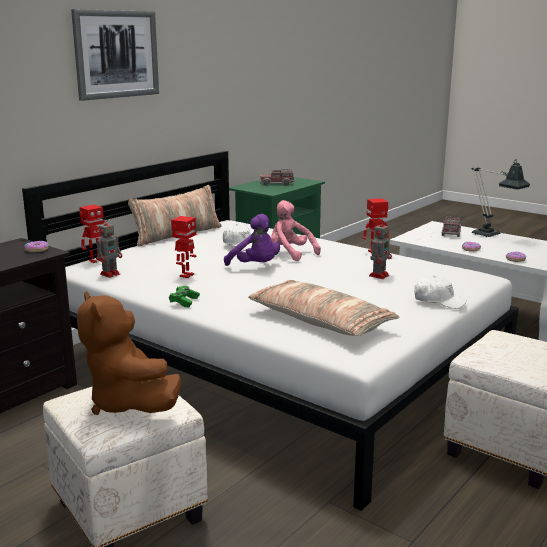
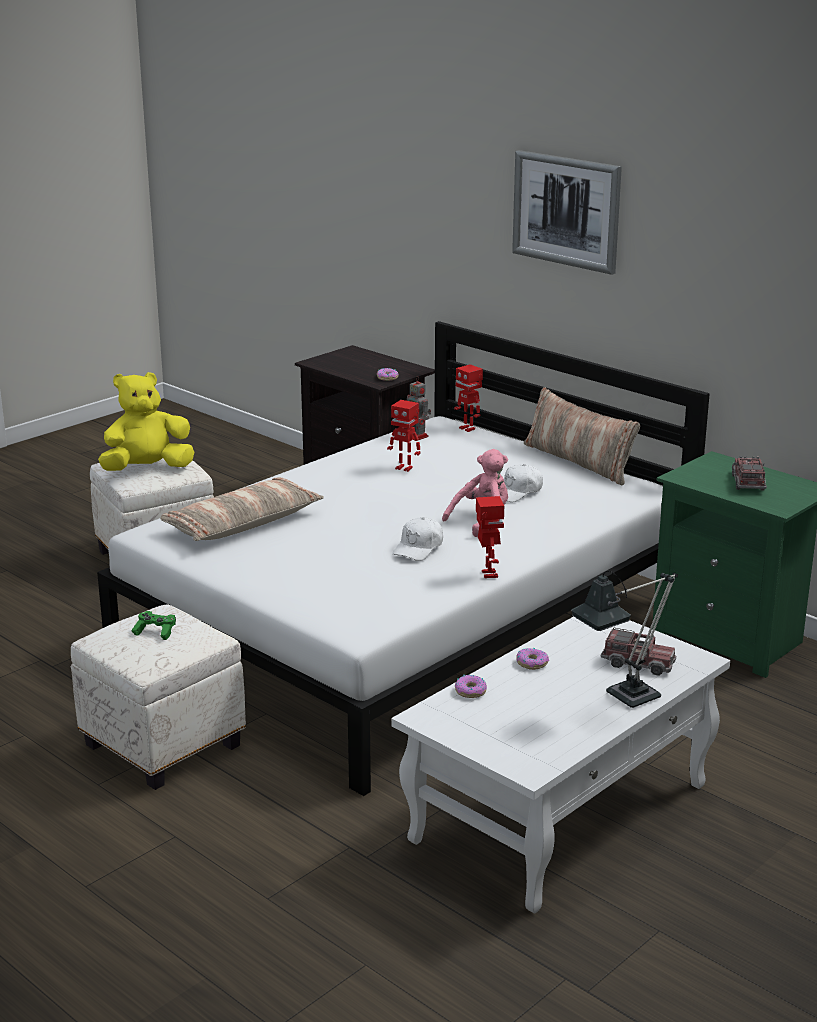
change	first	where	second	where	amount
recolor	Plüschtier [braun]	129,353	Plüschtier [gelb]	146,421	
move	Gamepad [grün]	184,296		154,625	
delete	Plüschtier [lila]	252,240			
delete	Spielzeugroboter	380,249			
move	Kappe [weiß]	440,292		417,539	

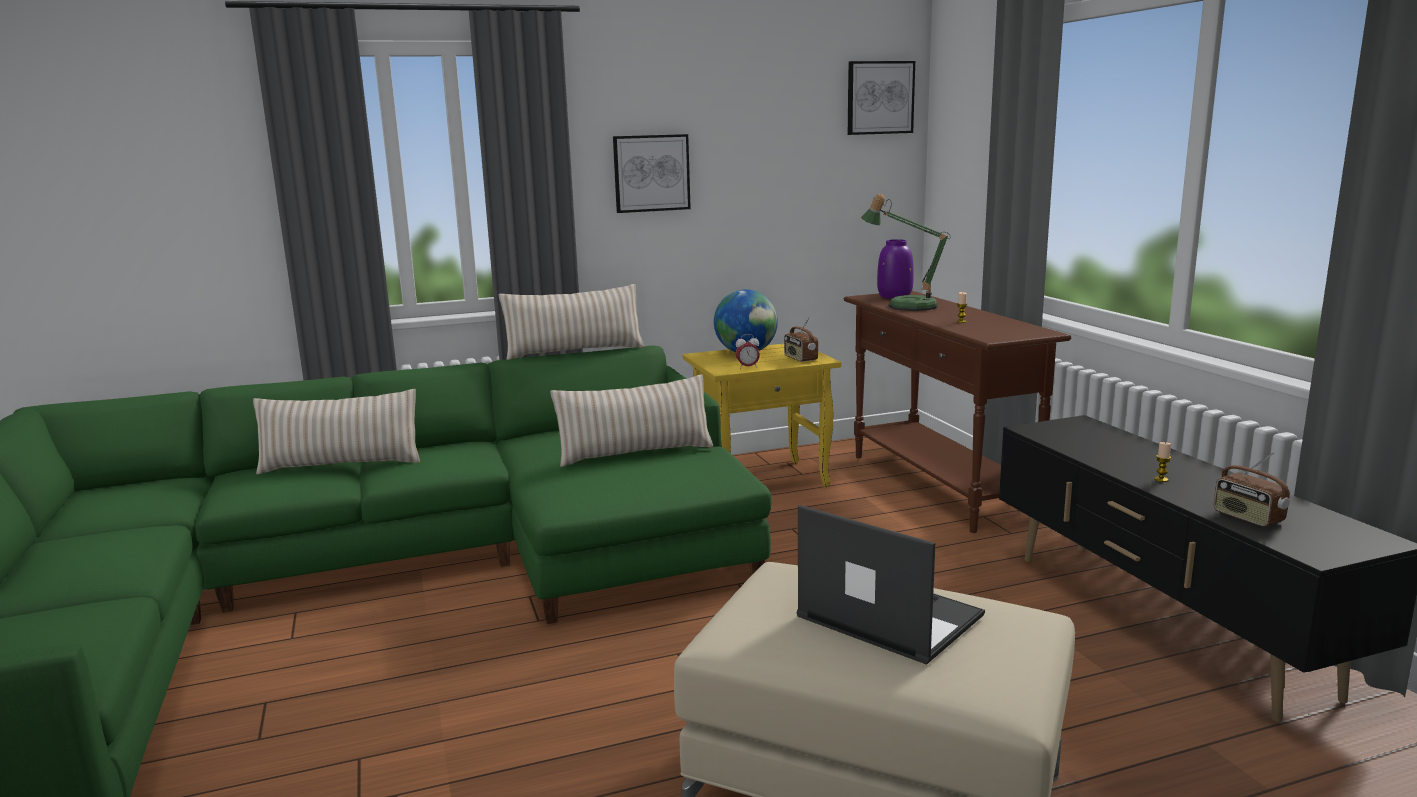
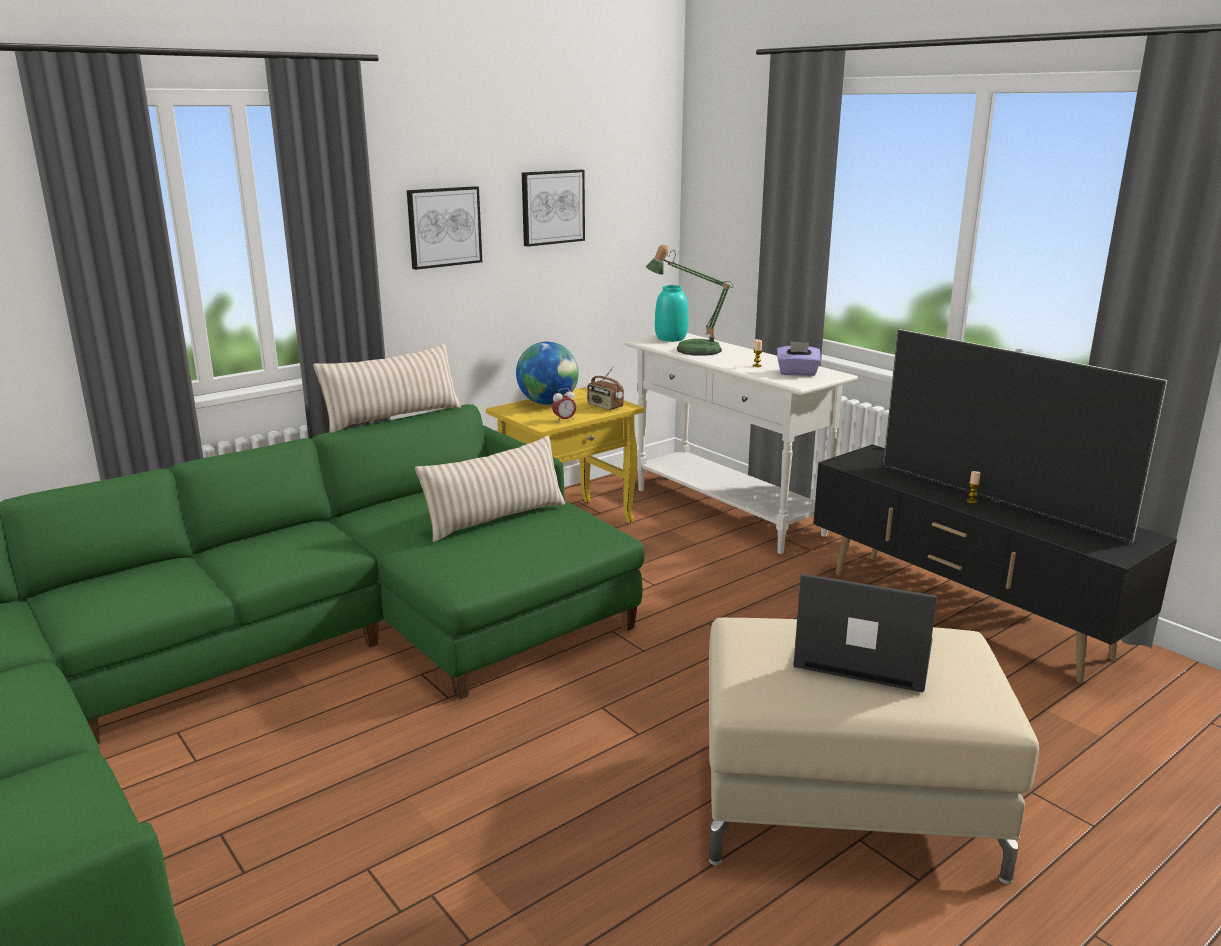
change	first	where	second	where	amount
delete	Kissen [beige]	336,431			
recolor	Konsolentisch [braun]	957,412	Konsolentisch [weiß]	741,443	
move	Bild	881,98		553,208	
recolor	Vase [lila]	895,269	Vase [türkis]	671,313	
delete	Radio	1252,489			
insert			Taschentuchbox [lila]	799,358	
insert			Fernseher	1025,435	

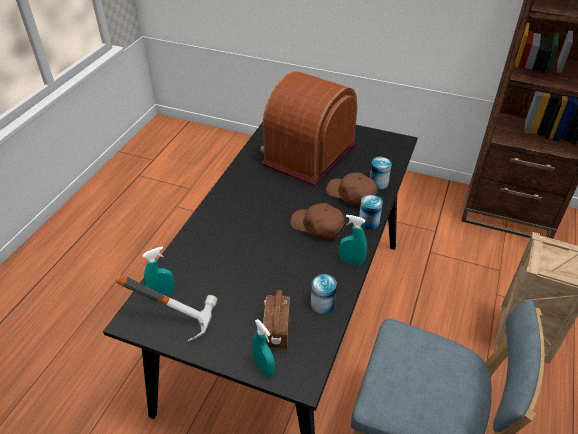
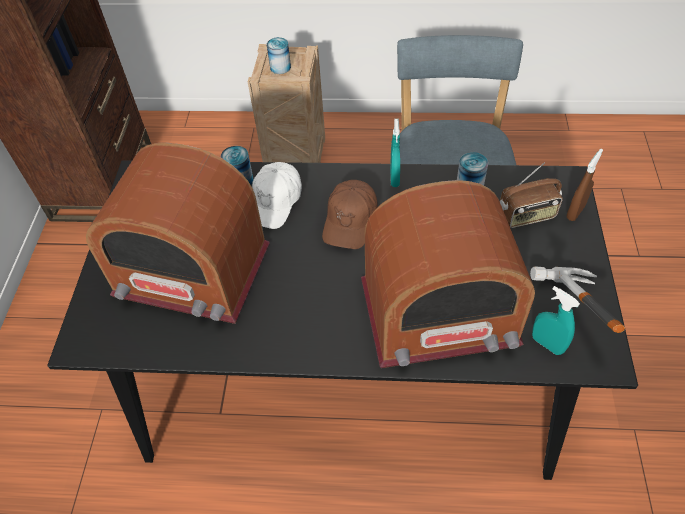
change	first	where	second	where	amount
recolor	Sprühflasche [türkis]	264,348	Sprühflasche [braun]	584,185	
recolor	Kappe [braun]	352,190	Kappe [weiß]	277,195	
move	Dose	371,211		279,55	
insert			Radio	448,274	

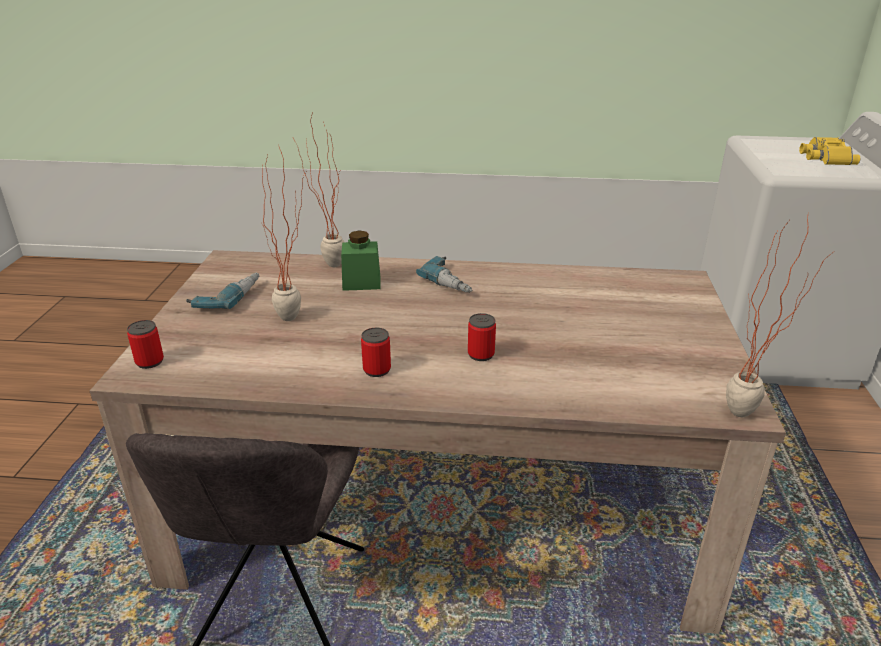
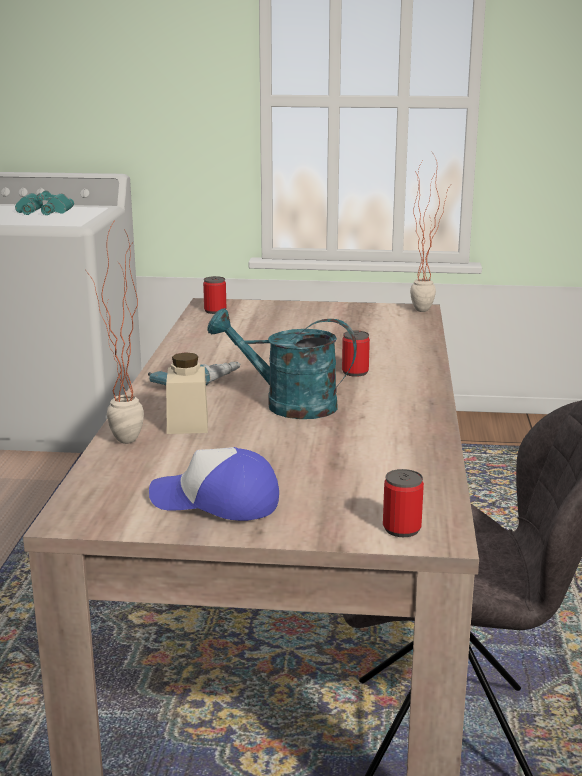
change	first	where	second	where	amount
replace	Bohrmaschine	222,291	Kappe	214,484	
delete	Topfpflanze	284,232			
recolor	Vorratsglas [grün]	361,261	Vorratsglas [beige]	187,393	
move	Dose	376,352		214,295	
recolor	Fernglas [gelb]	829,151	Fernglas [türkis]	44,202	
insert			Gießkanne [türkis]	282,363	

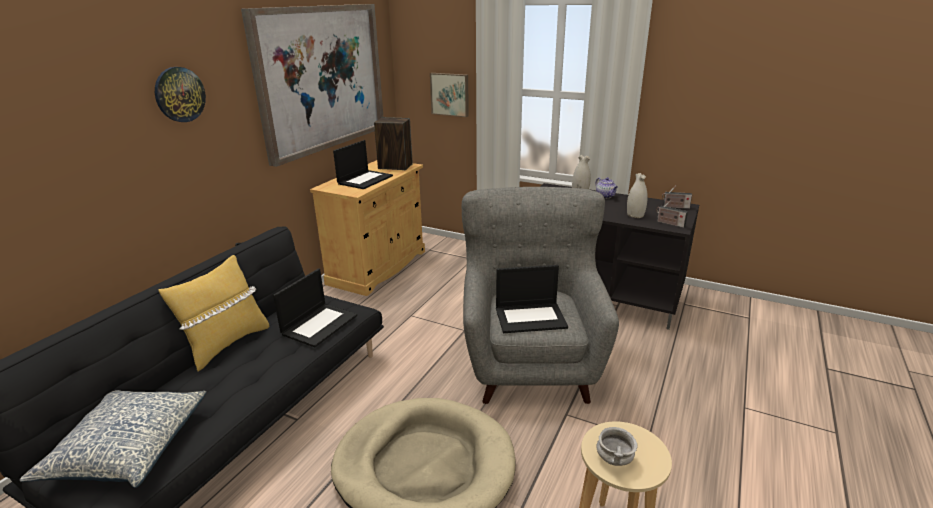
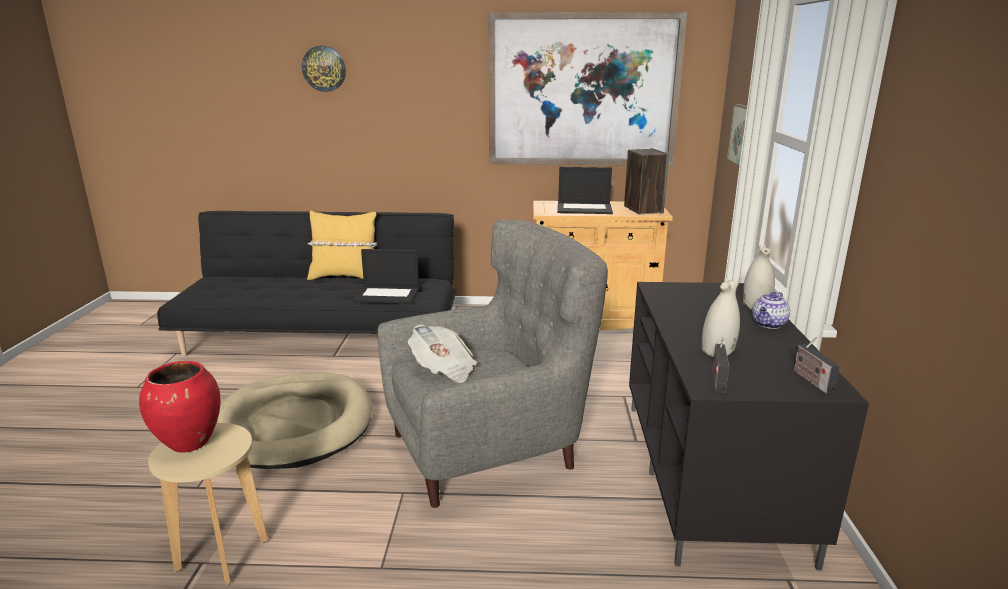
change	first	where	second	where	amount
delete	Kissen	113,439			
move	Wanduhr	180,94		324,69	
replace	Laptop	532,299	Zeitung	442,353	
replace	Schüssel [grau]	617,446	Vase [rot]	180,406	

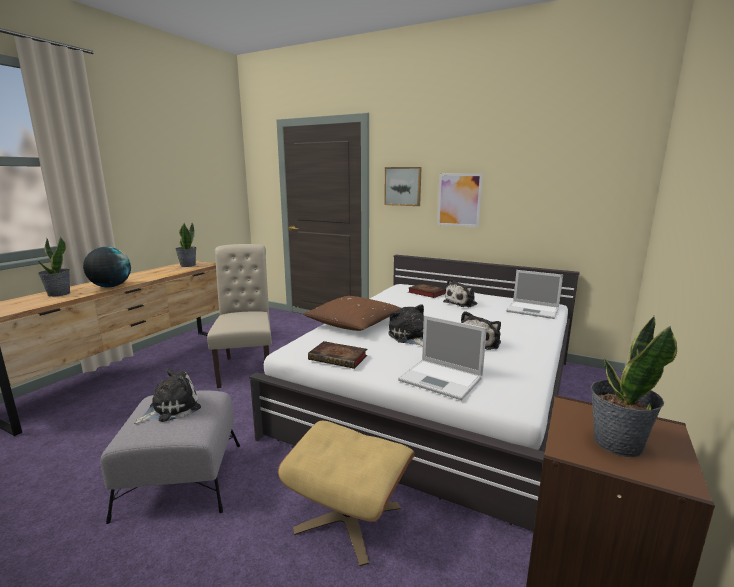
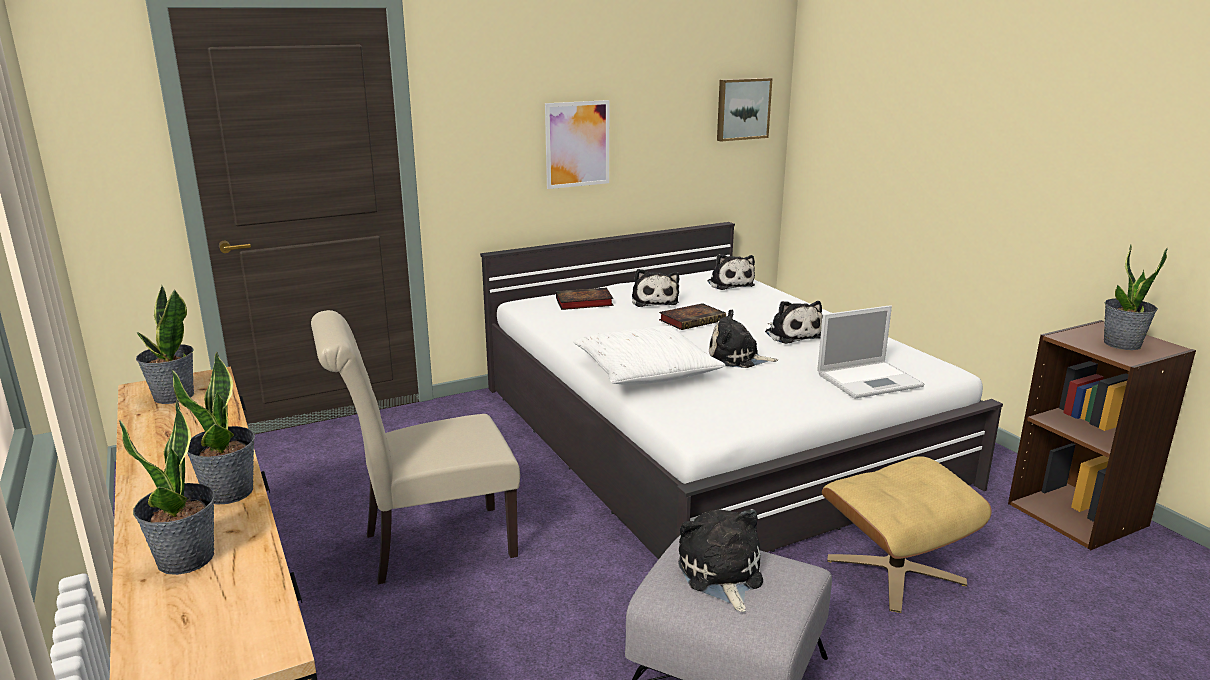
change	first	where	second	where	amount
replace	Globus	107,267	Topfpflanze	213,428	
rotate	Stuhl [beige]	239,316		415,447	45 degrees counterclockwise
recolor	Kissen [braun]	351,313	Kissen [weiß]	649,355	
move	Buch	338,355		692,316	
move	Bild	403,186		744,109	
replace	Laptop	534,294	Plüschtier	731,272	

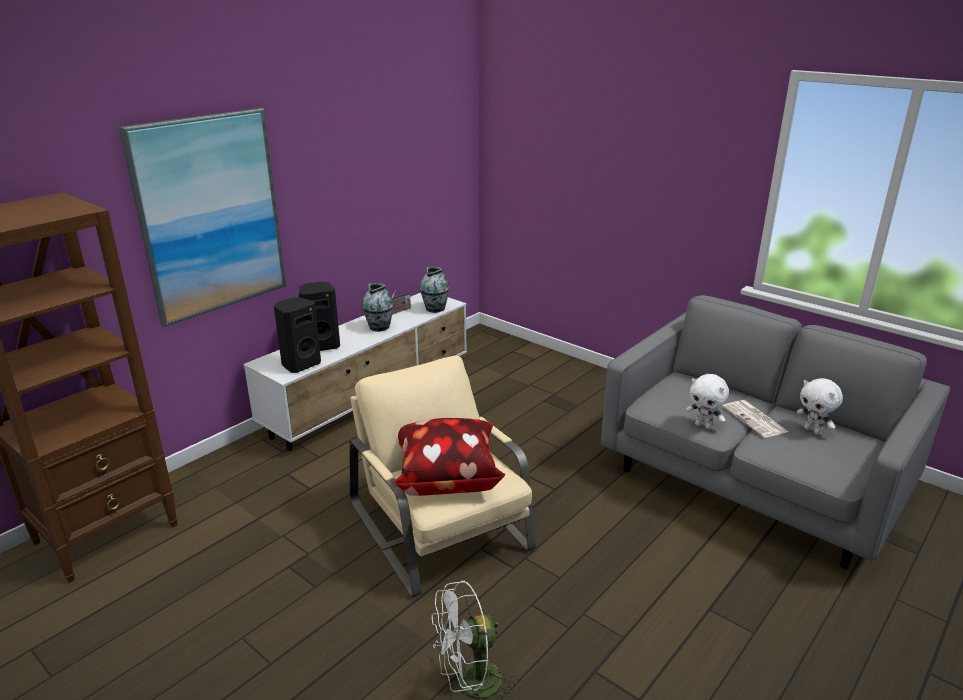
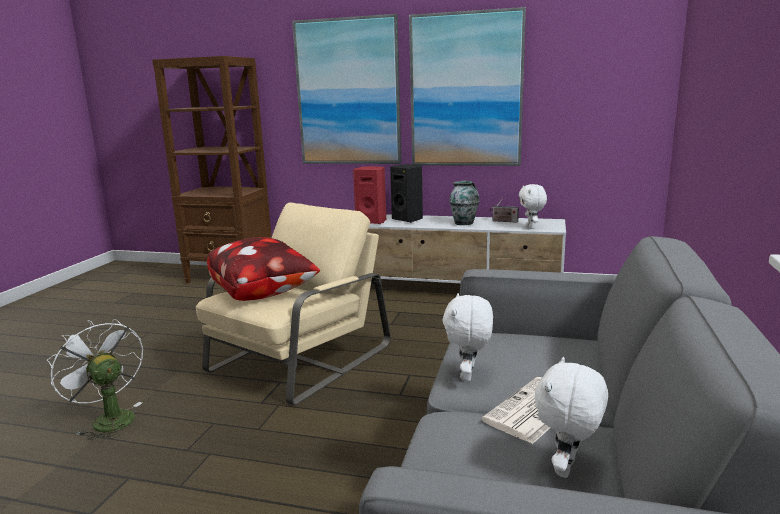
change	first	where	second	where	amount
recolor	Lautsprecher [schwarz]	297,335	Lautsprecher [rot]	369,195	
replace	Vase	435,290	Plüschtier [weiß]	533,206	
insert			Bild	467,86	

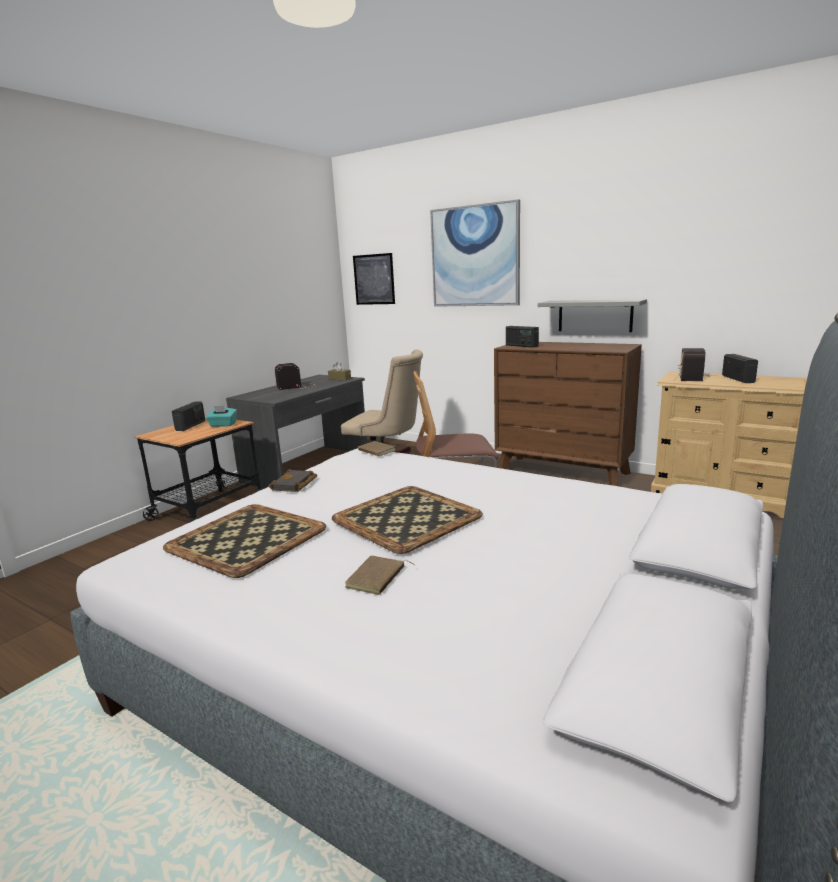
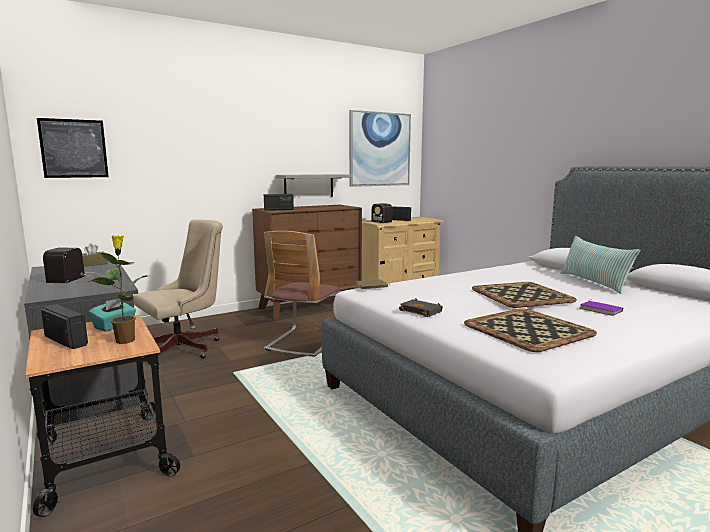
change	first	where	second	where	amount
recolor	Buch [braun]	380,575	Buch [lila]	601,308	
move	Bild	475,253		380,148	
insert			Topfpflanze	119,290	
insert			Kissen	600,265	

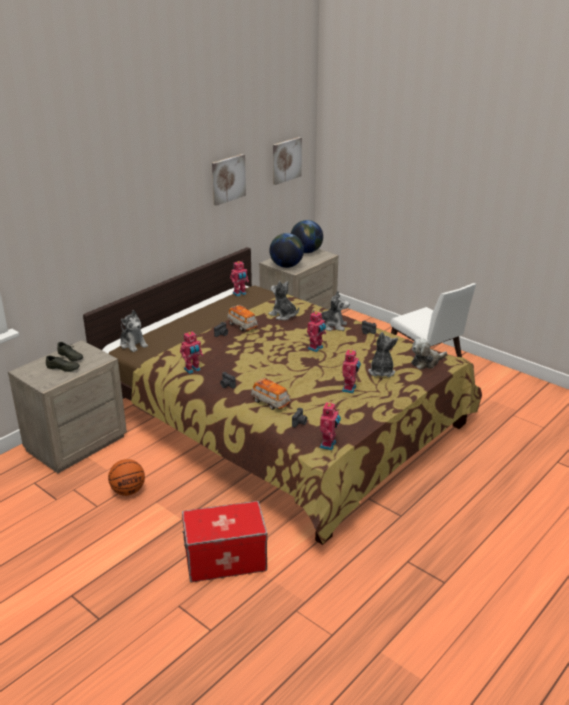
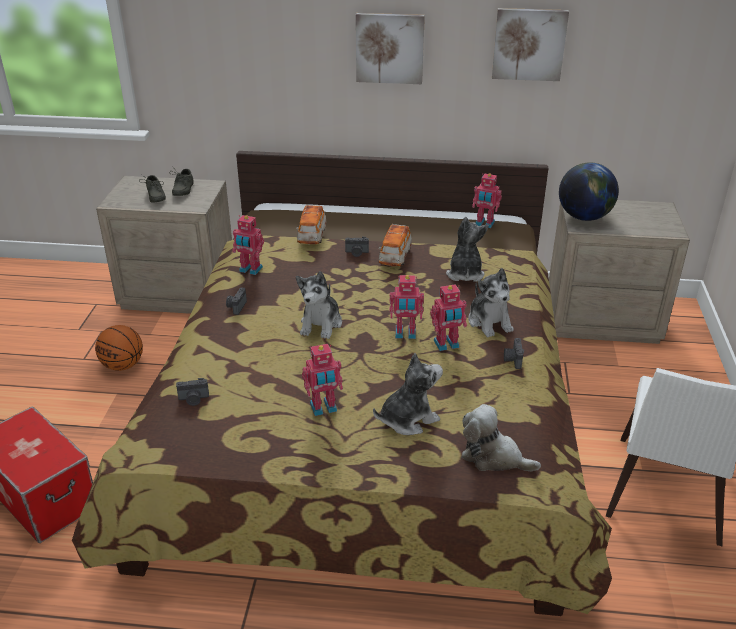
change	first	where	second	where	amount
move	Plüschtier	134,331		319,305	
move	Spielzeugauto	270,393		311,224	
move	Bild	287,161		390,48	
delete	Globus	307,236			
move	Spielzeugroboter	330,425		448,317	

